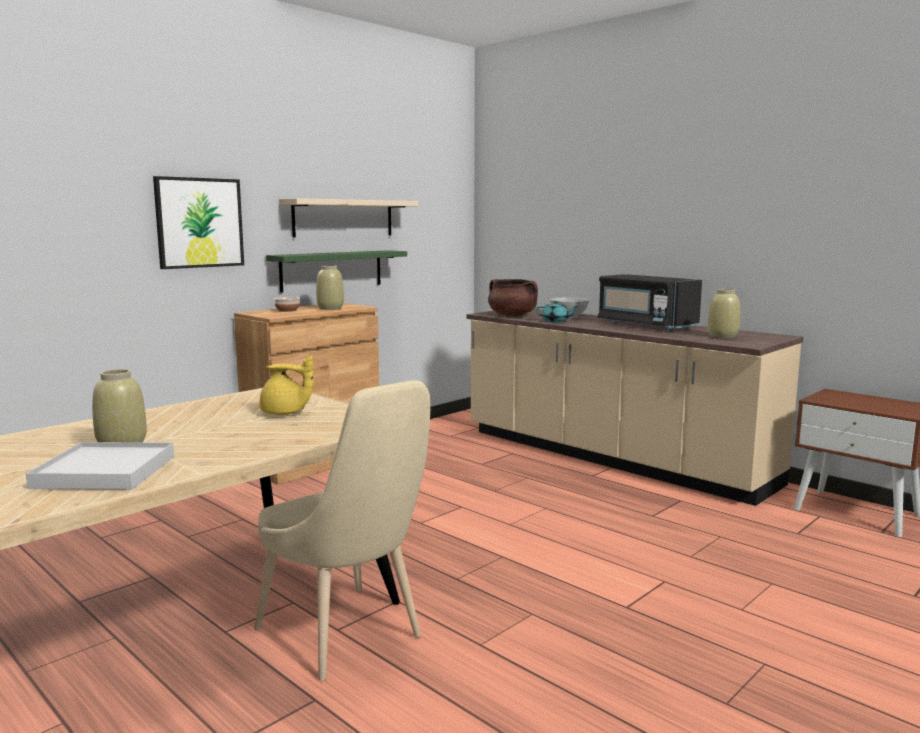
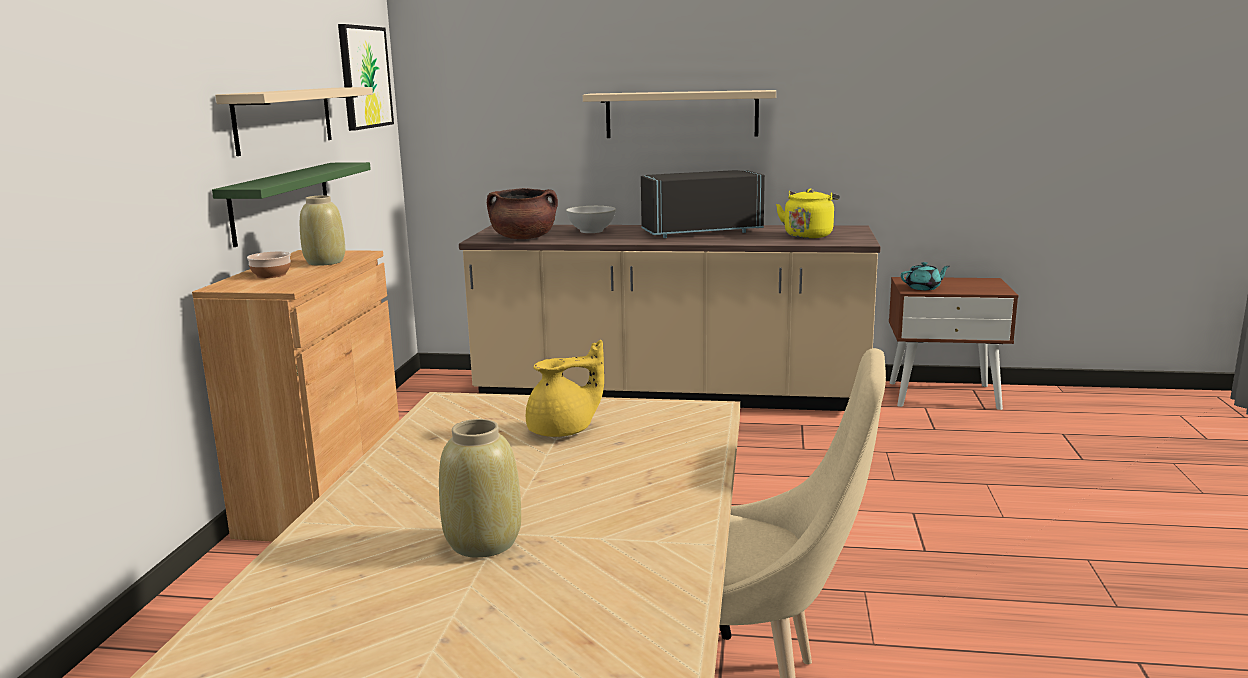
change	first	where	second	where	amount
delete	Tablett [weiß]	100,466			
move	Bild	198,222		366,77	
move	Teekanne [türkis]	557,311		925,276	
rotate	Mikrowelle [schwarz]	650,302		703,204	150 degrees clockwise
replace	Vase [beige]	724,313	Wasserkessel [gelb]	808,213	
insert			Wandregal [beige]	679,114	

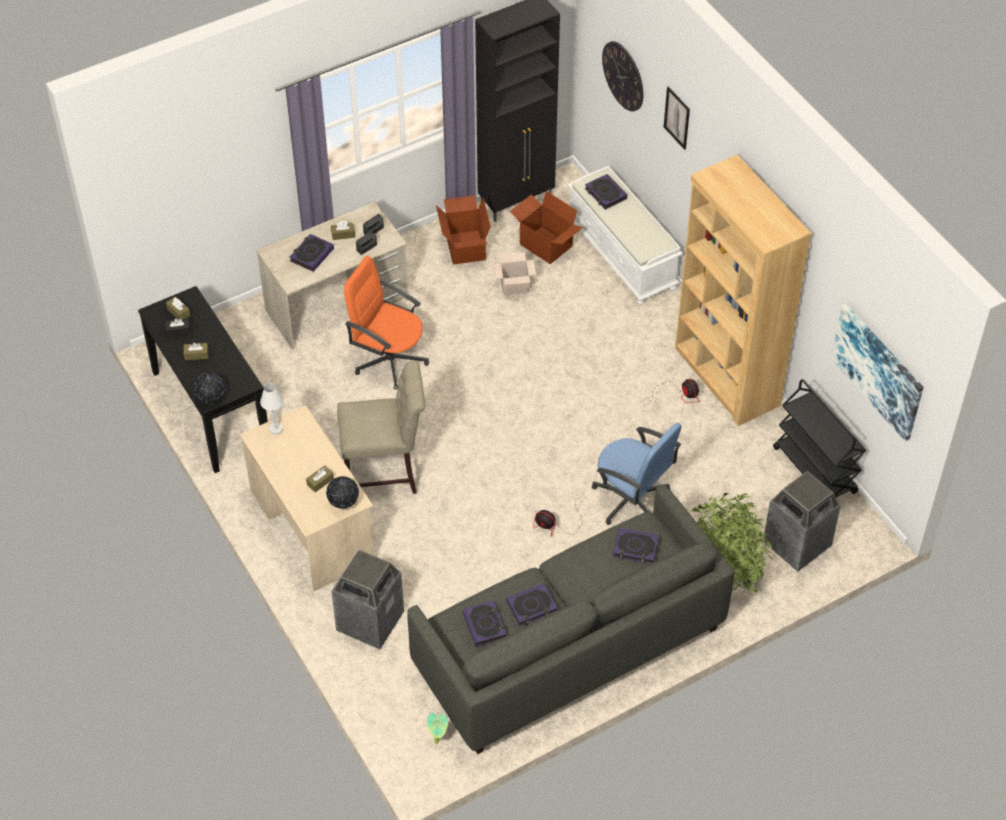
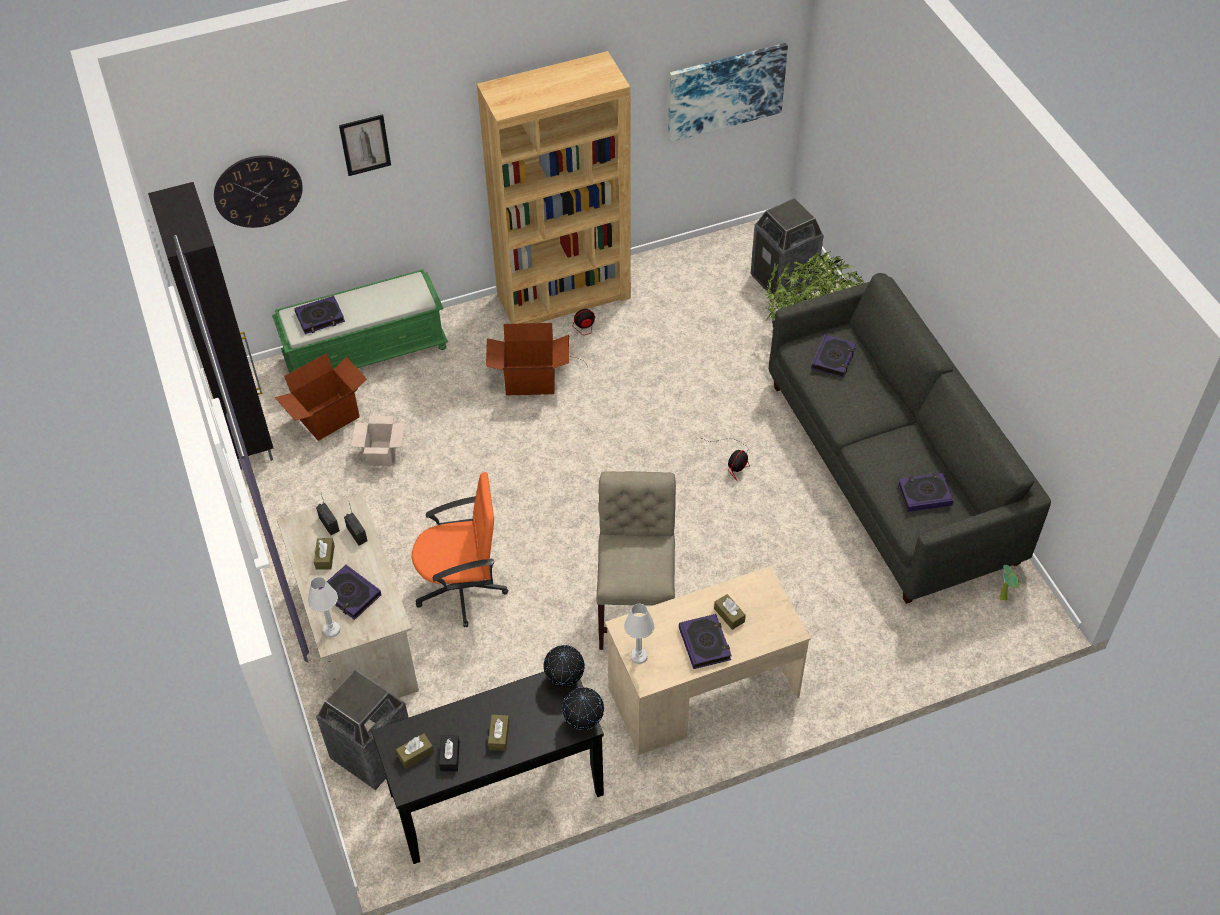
change	first	where	second	where	amount
move	Globus	342,492		564,666	
move	Mülleimer	367,599		362,729	
rotate	Bürostuhl [orange]	386,323		460,549	135 degrees counterclockwise
move	Karton	463,230		527,359	
move	Buch	532,605		705,641	
recolor	Bank [weiß]	625,235	Bank [grün]	360,321	
delete	Bürostuhl [blau]	637,474			
delete	Rollwagen [schwarz]	819,438			
insert			Tischlampe [weiß]	324,607	

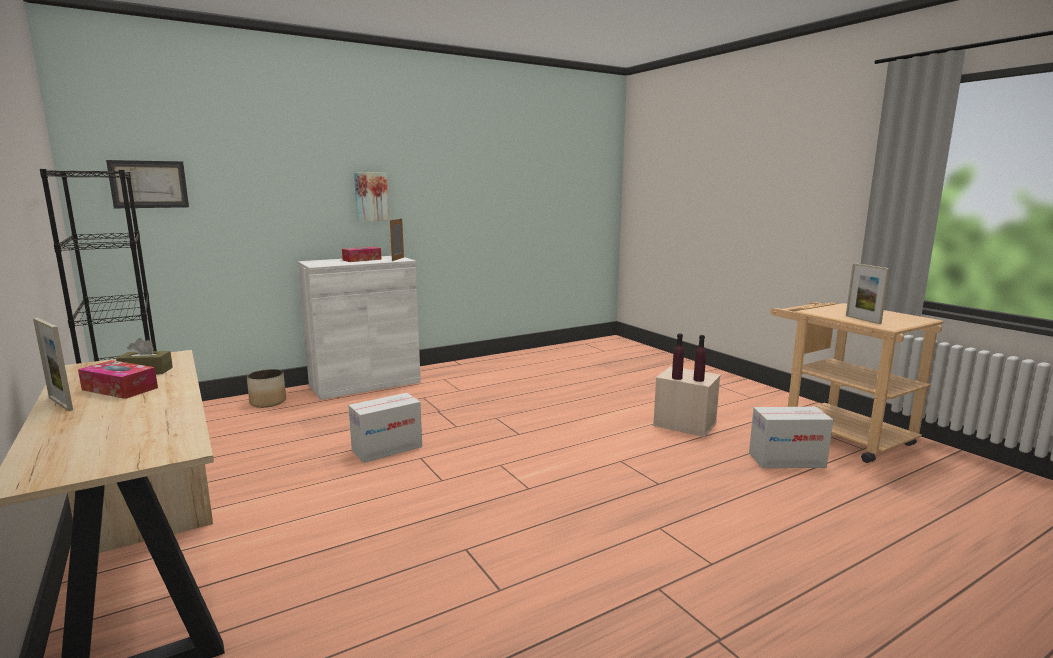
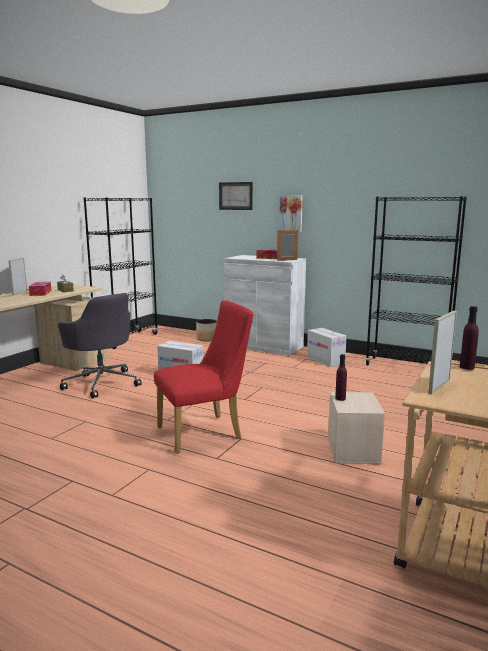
change	first	where	second	where	amount
move	Bild	147,184		236,196	
move	Flasche [lila]	699,358		469,338	
move	Karton	791,437		327,347	
insert			Bürostuhl [grau]	100,346	
insert			Stuhl [rot]	203,376	
insert			Bücherregal [schwarz]	416,281	

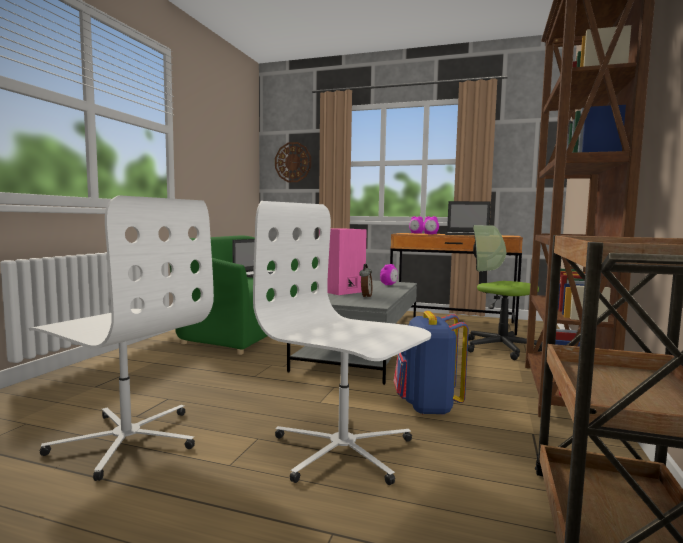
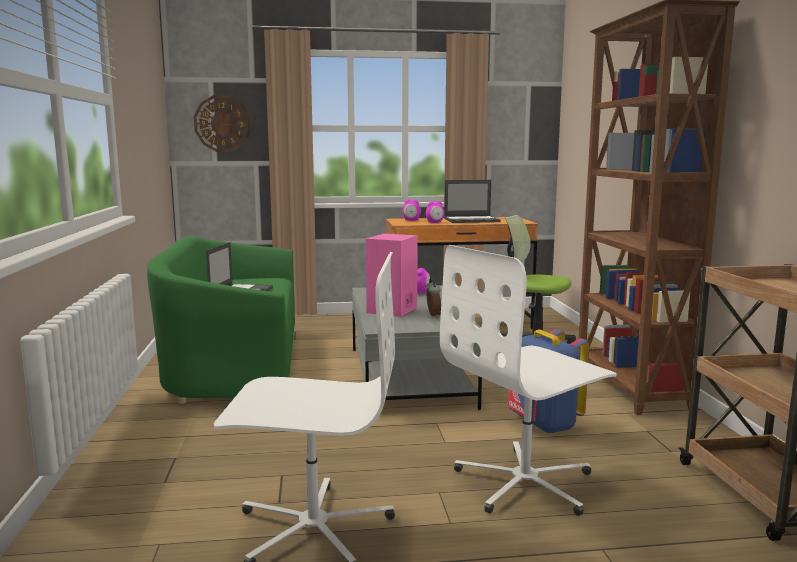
change	first	where	second	where	amount
rotate	Bürostuhl [weiß]	342,343		528,380	45 degrees counterclockwise

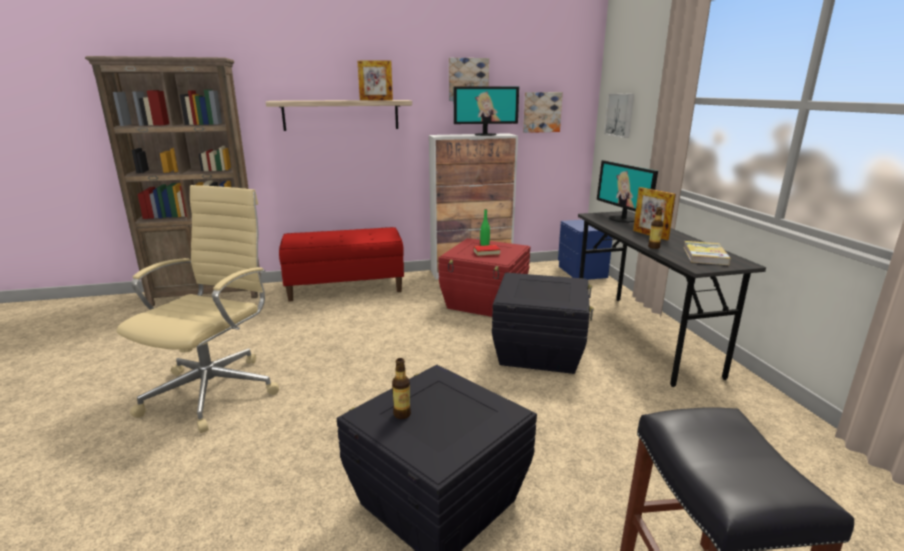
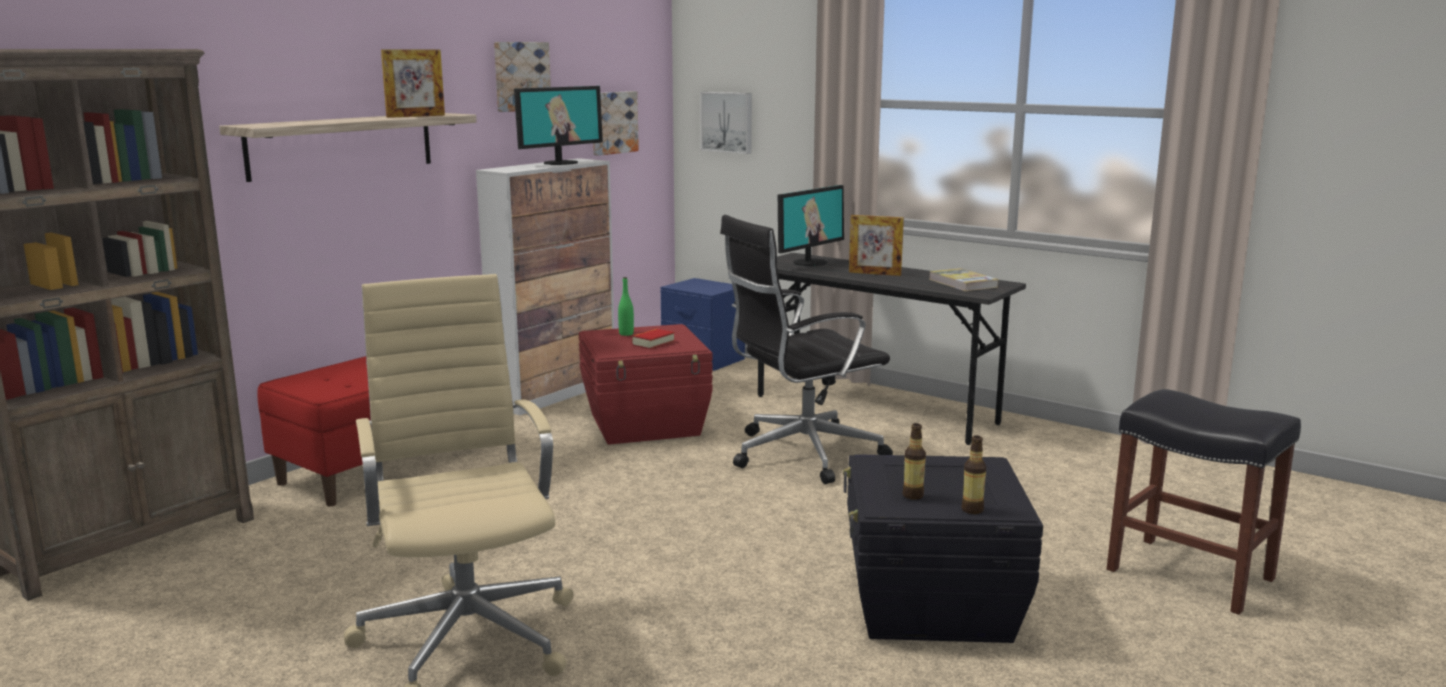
change	first	where	second	where	amount
replace	Aufbewahrungsbox [schwarz]	543,323	Bürostuhl [schwarz]	806,349	
rotate	Monitor	627,191		811,225	75 degrees counterclockwise
move	Flasche	655,228		973,474	

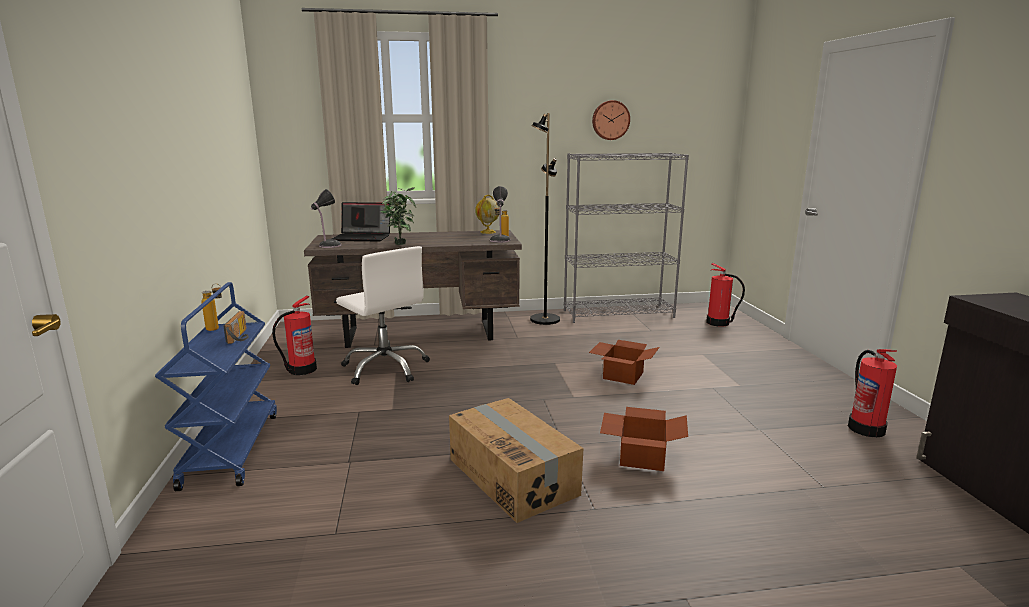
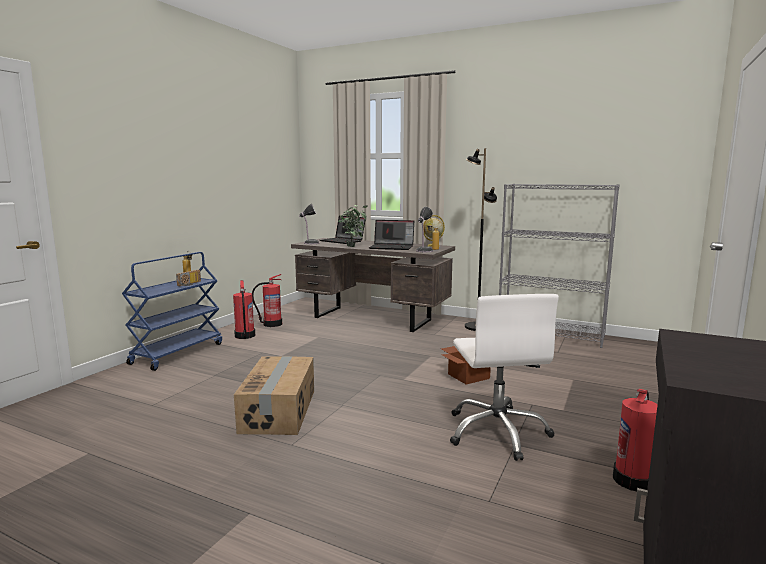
change	first	where	second	where	amount
move	Bürostuhl [weiß]	383,315		504,377	
delete	Wanduhr	611,120			
delete	Karton	644,439			
move	Feuerlöscher	725,295		244,309	
insert			Laptop	391,235	

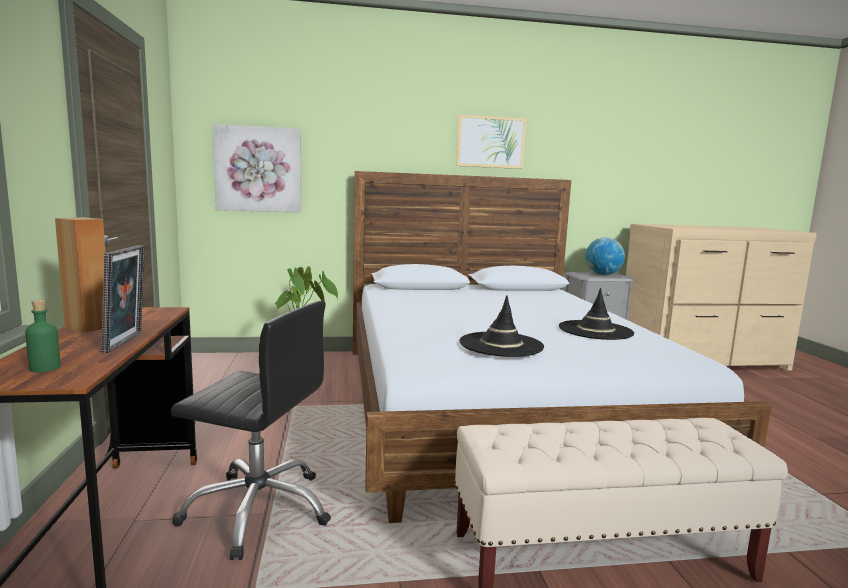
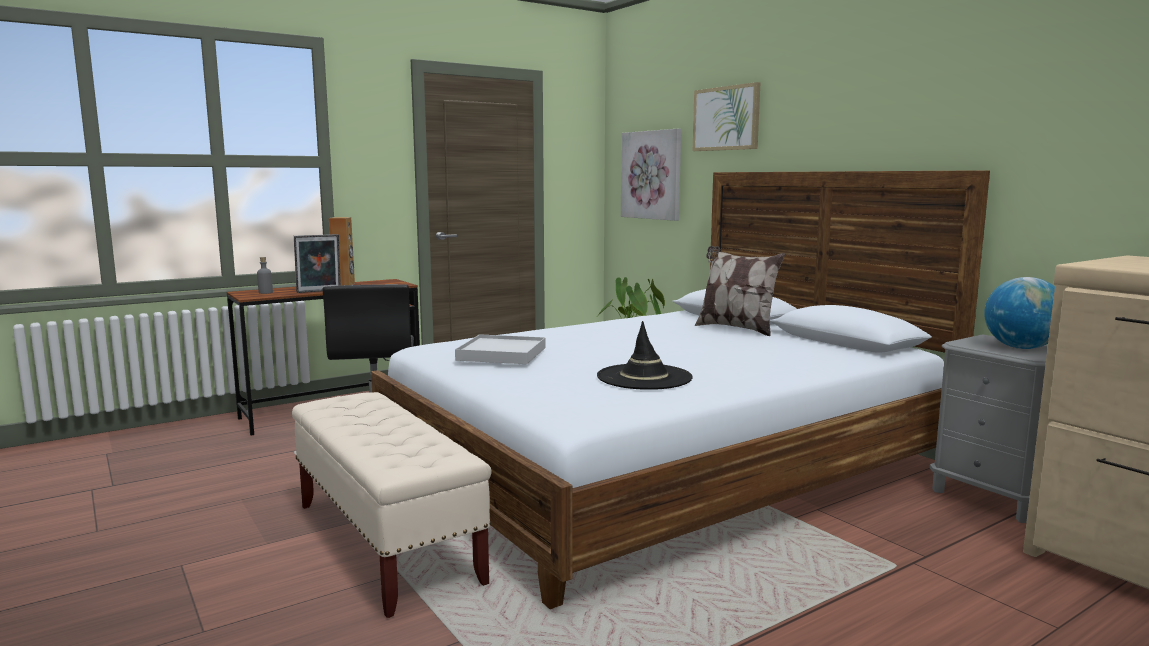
change	first	where	second	where	amount
recolor	Flasche [grün]	43,335	Flasche [grau]	265,275	
move	Bild	491,141		727,116	
replace	Hut [schwarz]	501,326	Tablett [weiß]	500,349	
insert			Kissen	740,291	

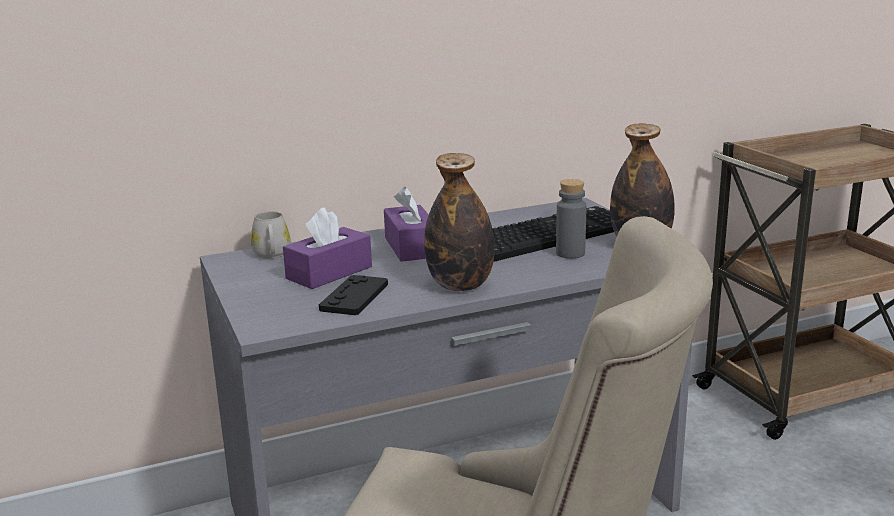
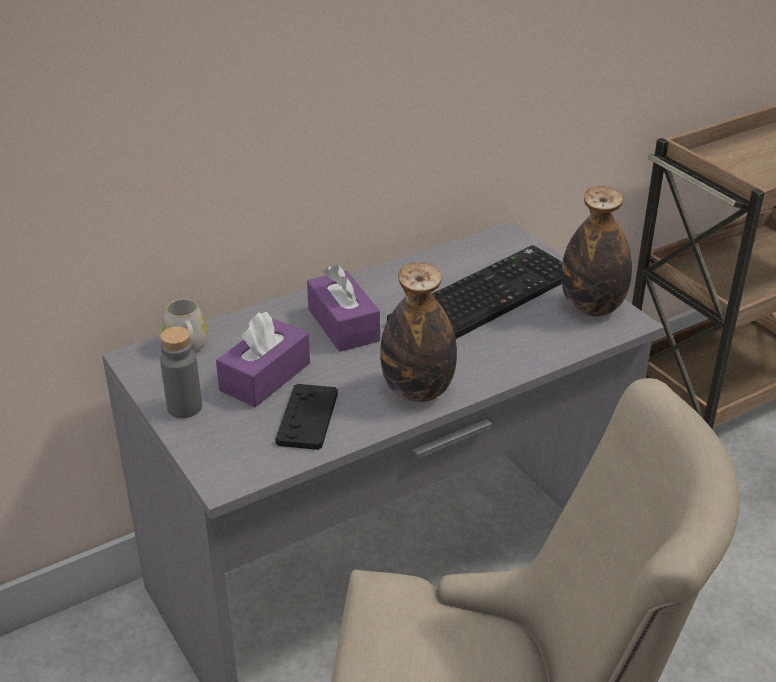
change	first	where	second	where	amount
move	Flasche [grau]	571,219		181,372	

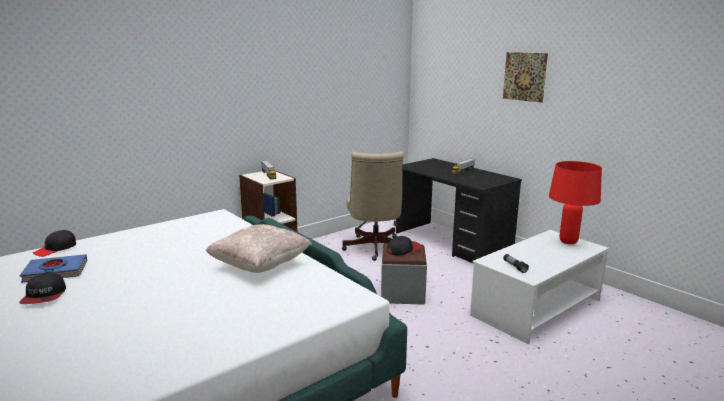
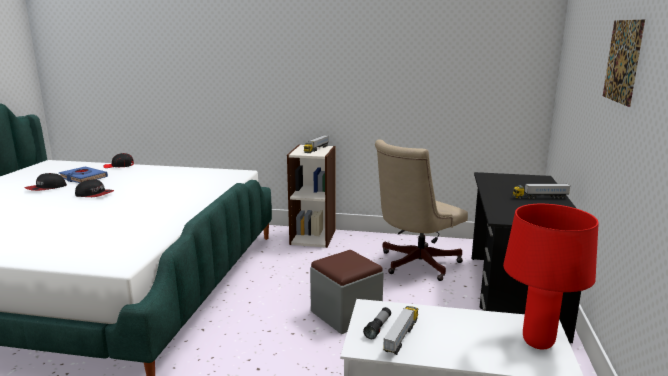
change	first	where	second	where	amount
delete	Kissen [beige]	259,248			
move	Kappe	404,245		94,188	
insert			Spielzeuglaster	400,330	

